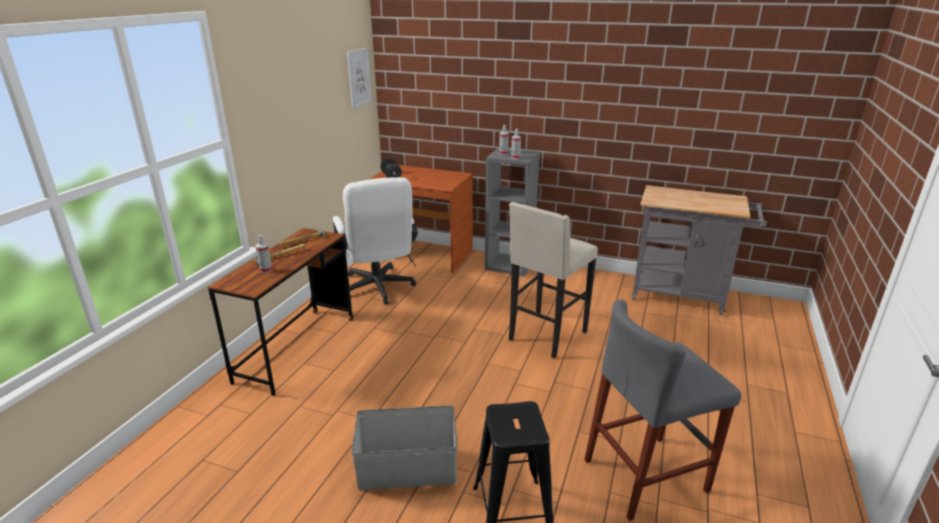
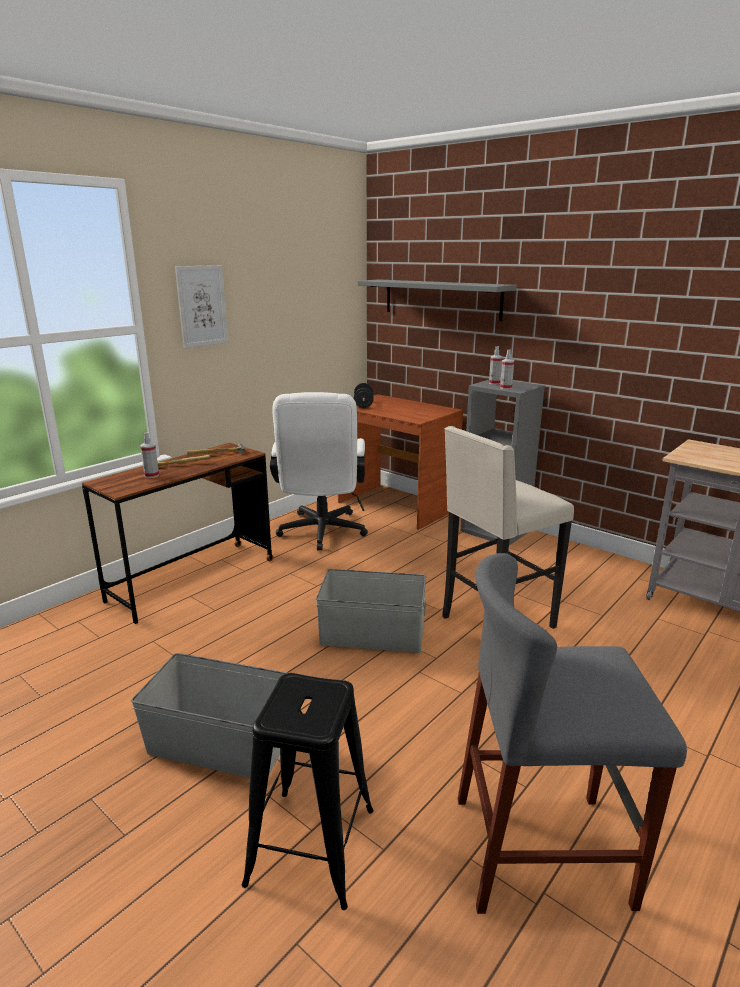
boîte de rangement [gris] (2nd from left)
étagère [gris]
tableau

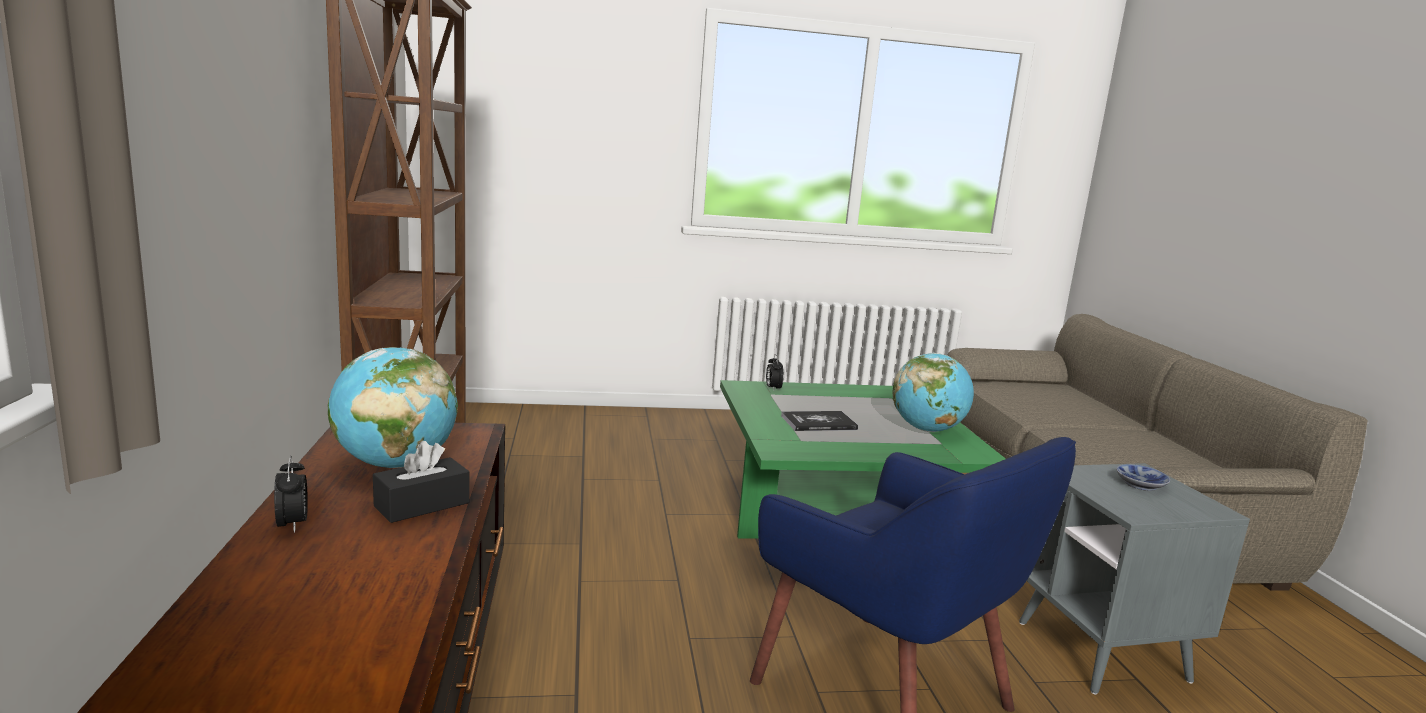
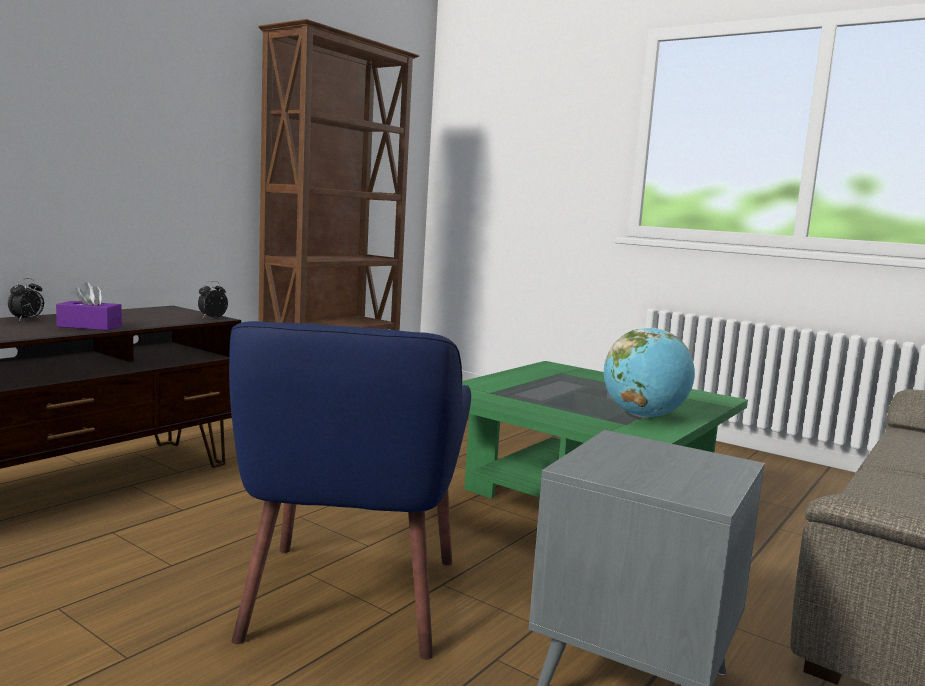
globe (1st from left in the first image)
livre
bol
réveil (2nd from left)
boîte à mouchoirs [violet]

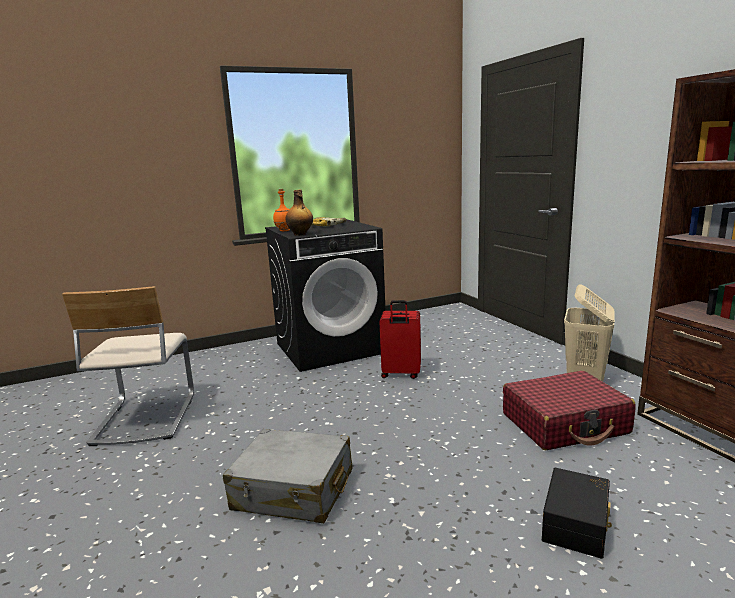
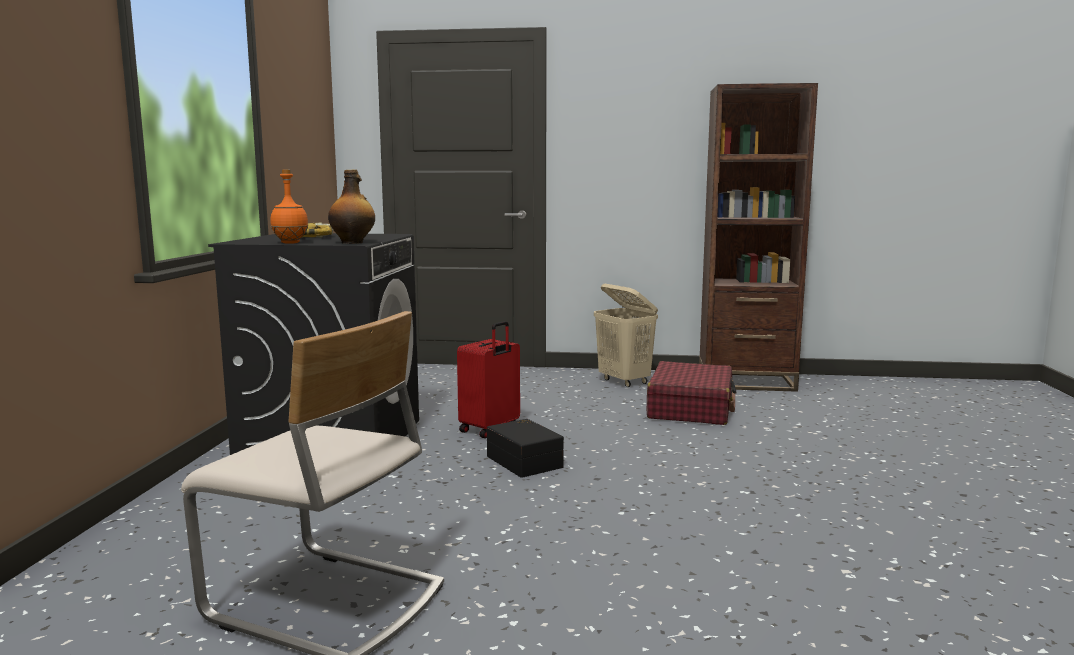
valise [gris]
boîte de rangement [noir]

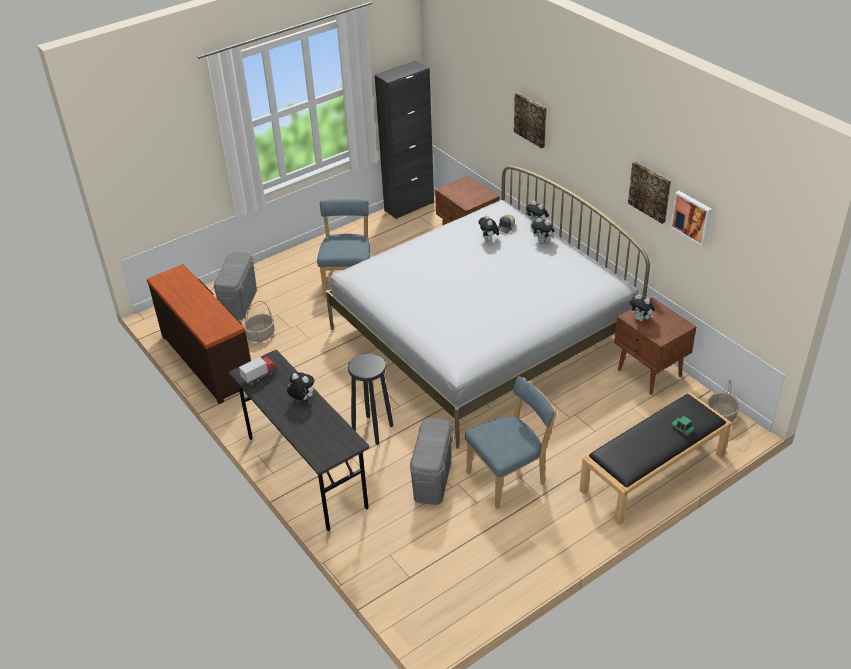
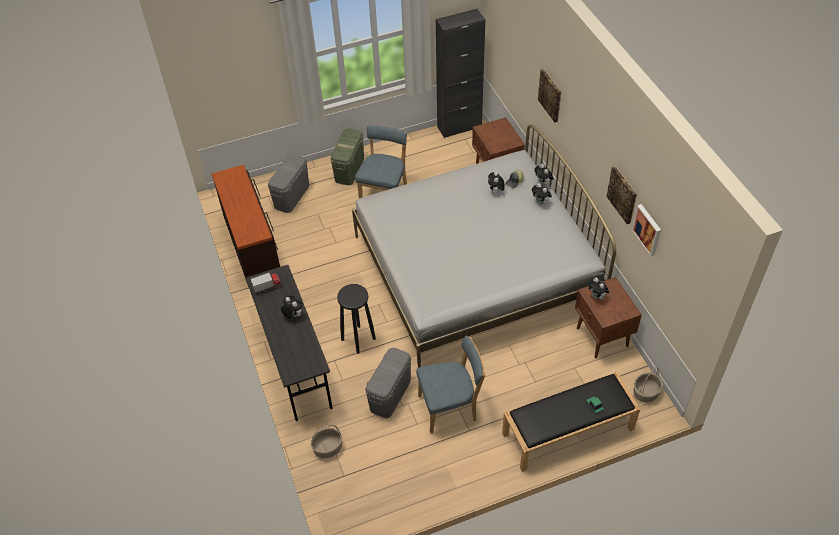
boîte de rangement [vert]
panier (1st from left)

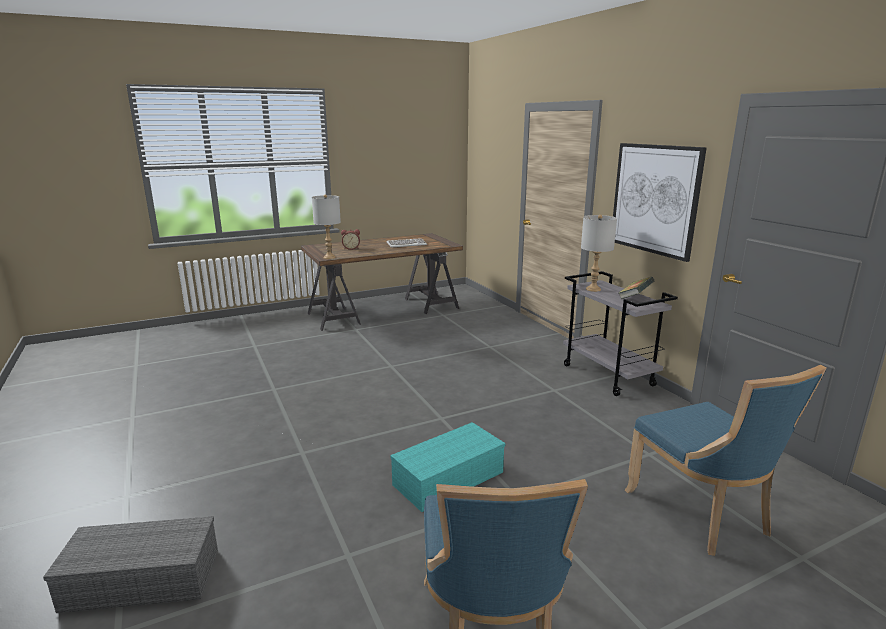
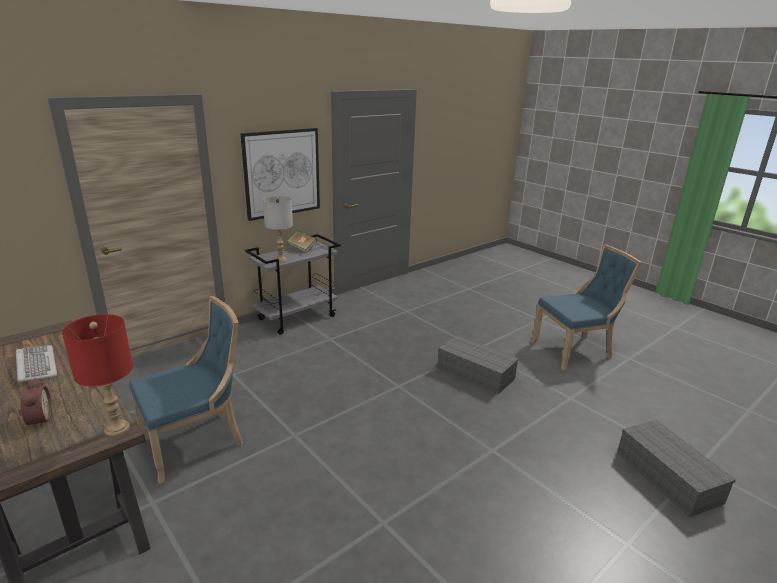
chaise [bleu] (1st from left)
lampe de table [rouge]
boîte de rangement [gris] (1st from left)

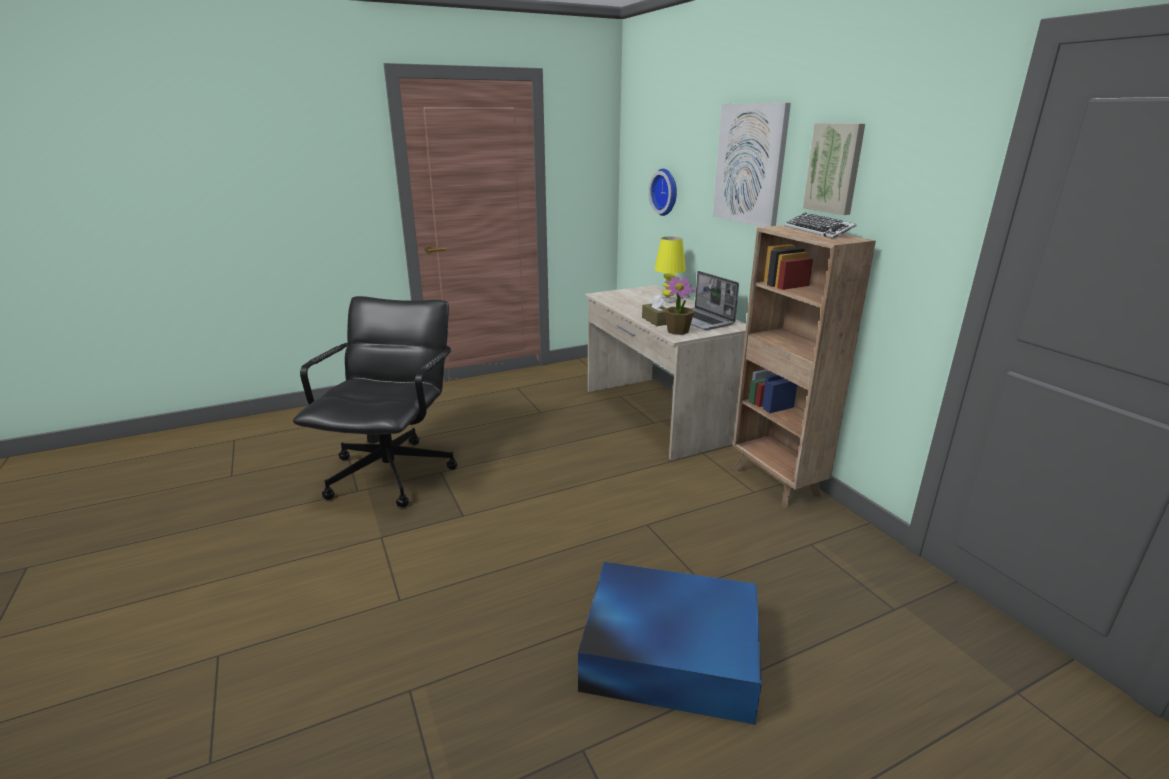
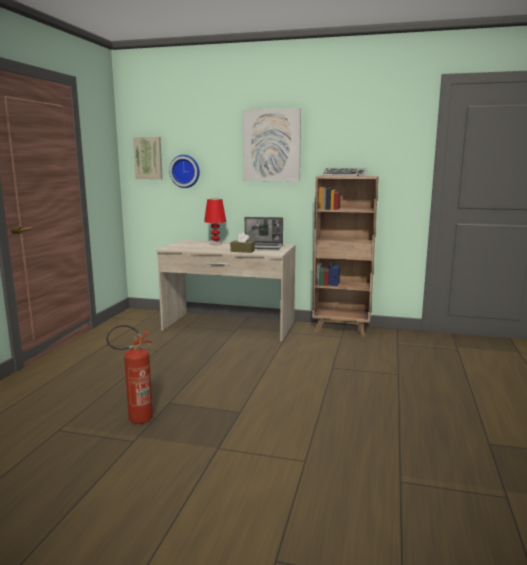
boîte de rangement [bleu]
plante en pot
tableau (1st from left)
extincteur
lampe de table [rouge]

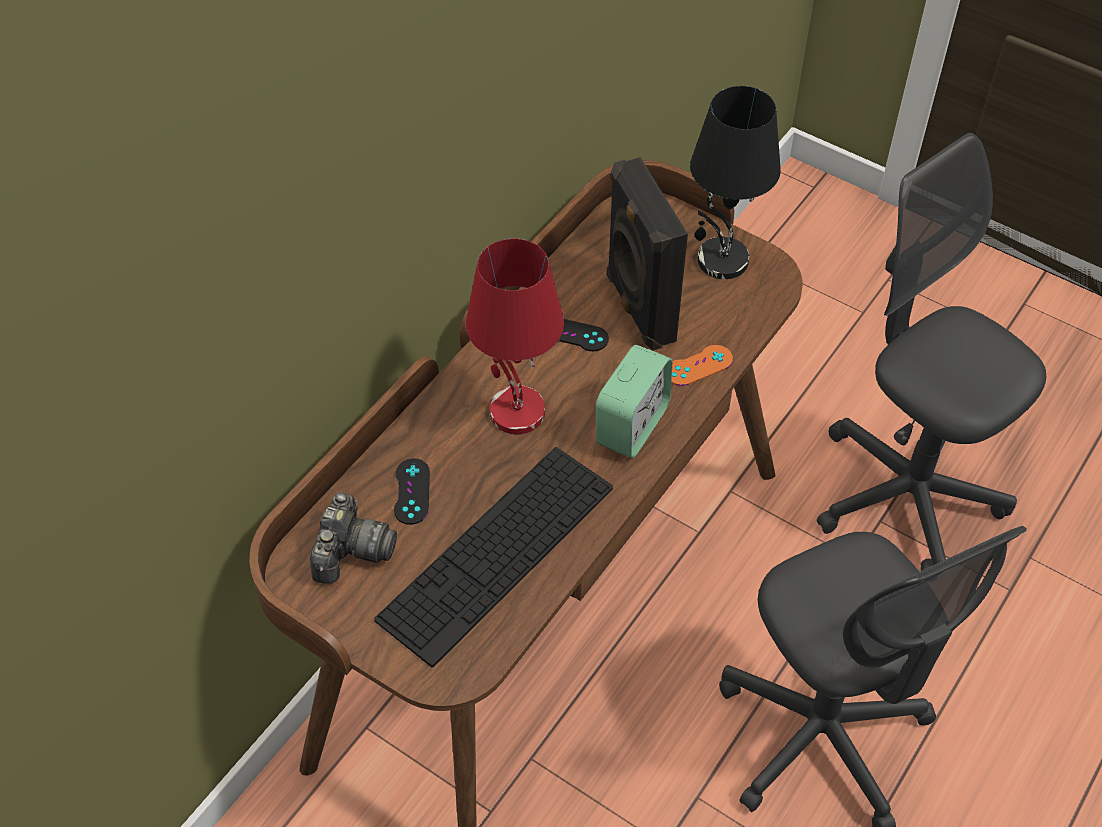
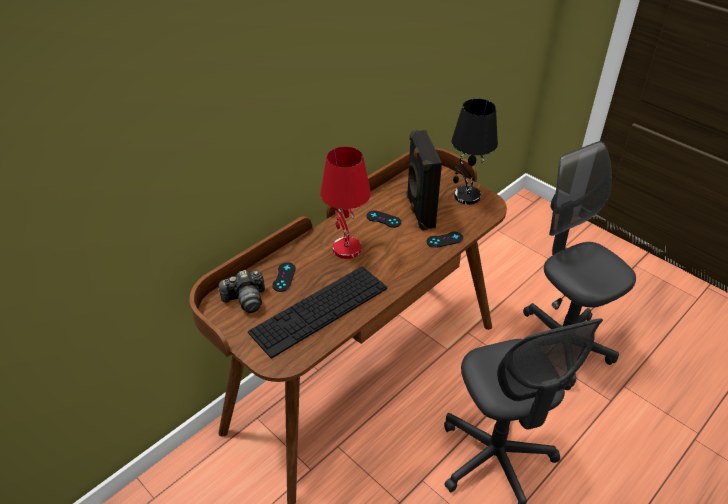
réveil
manette [noir] (3rd from left)
appareil photo

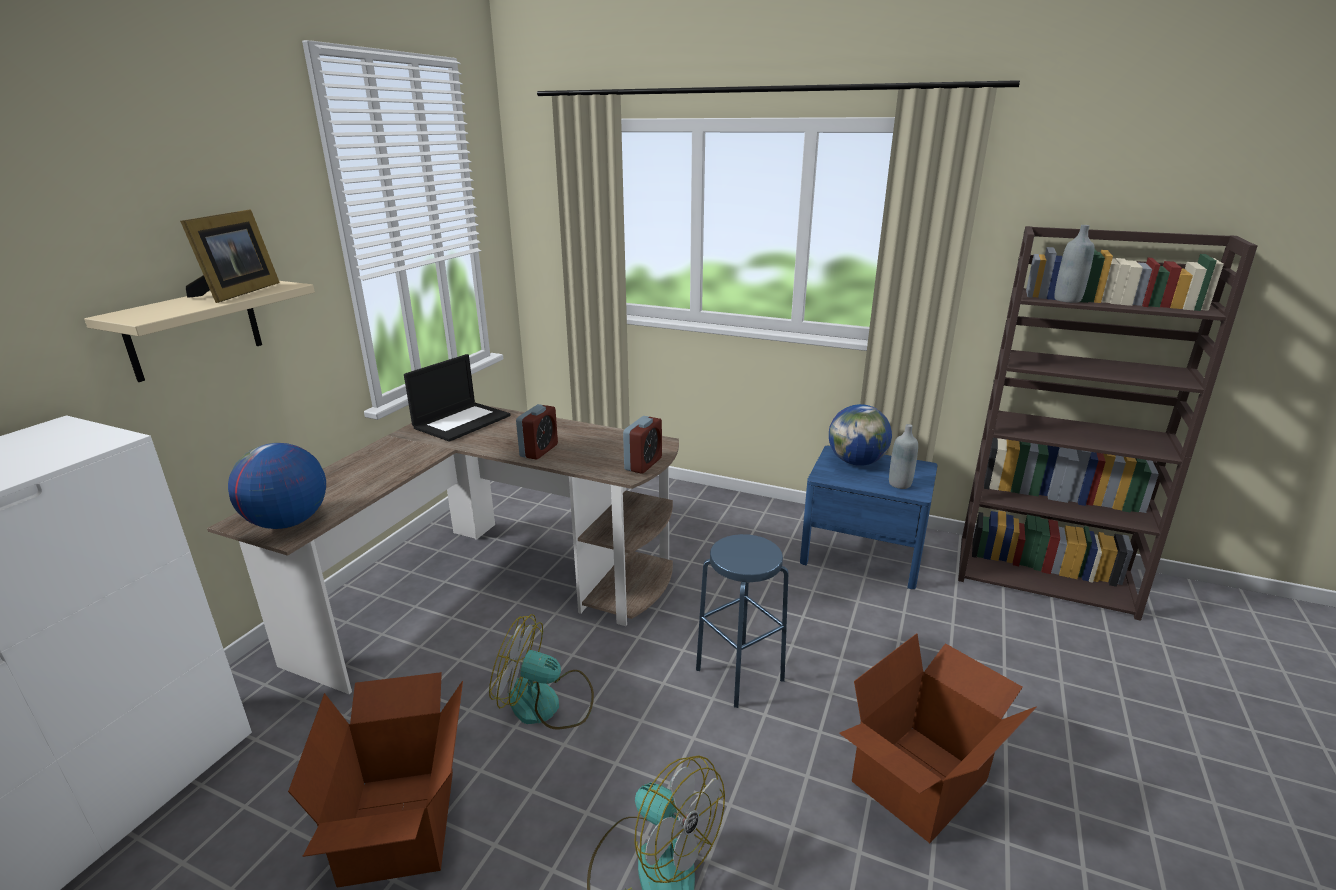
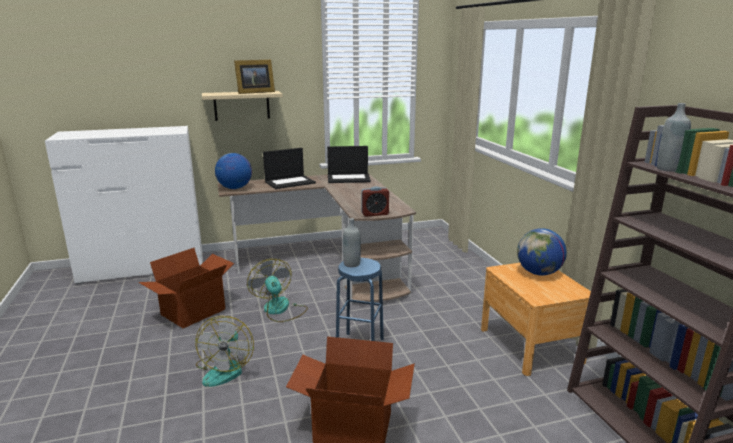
réveil (1st from left in the first image)
ordinateur portable (1st from left)
bouteille [gris] (1st from left)
table de chevet [marron]

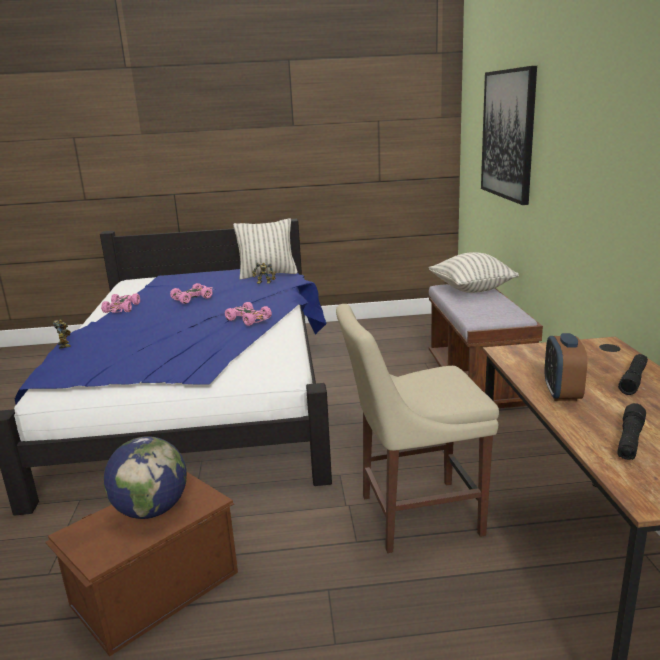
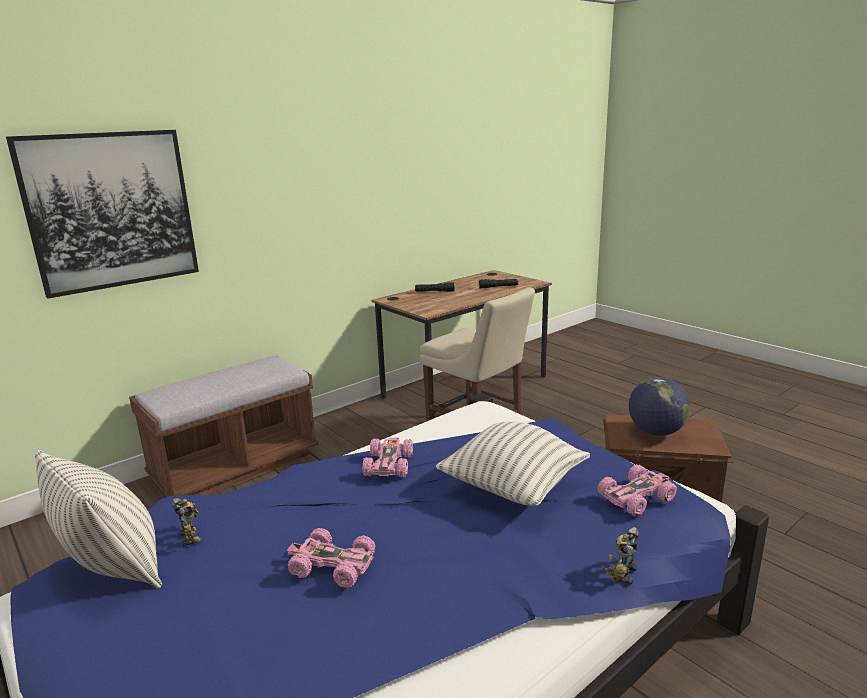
réveil
petite voiture [rose] (3rd from left)
coussin (2nd from left)

